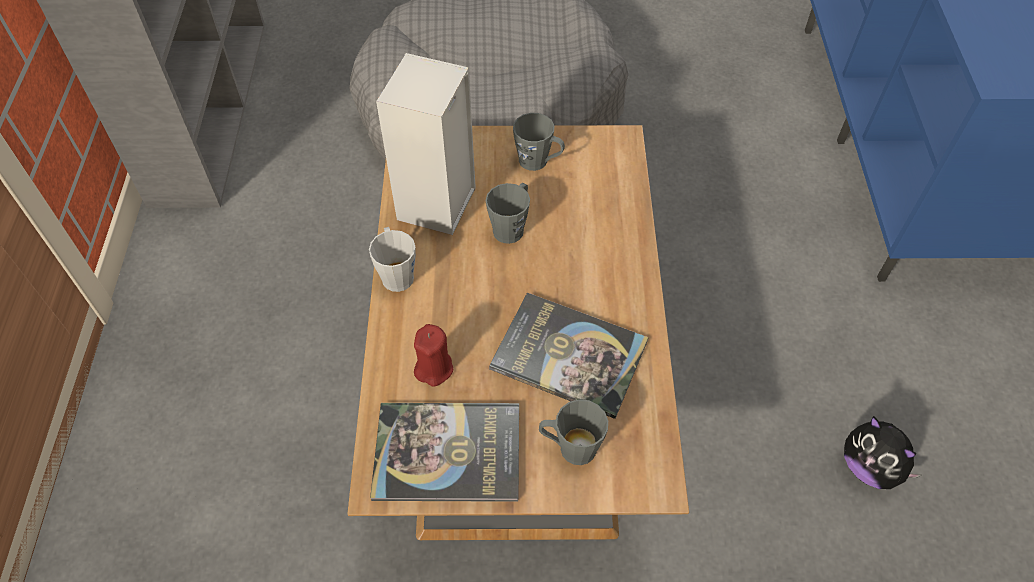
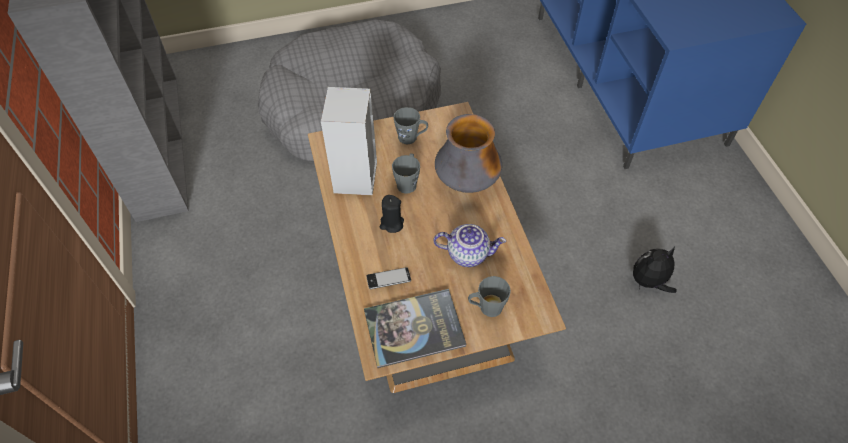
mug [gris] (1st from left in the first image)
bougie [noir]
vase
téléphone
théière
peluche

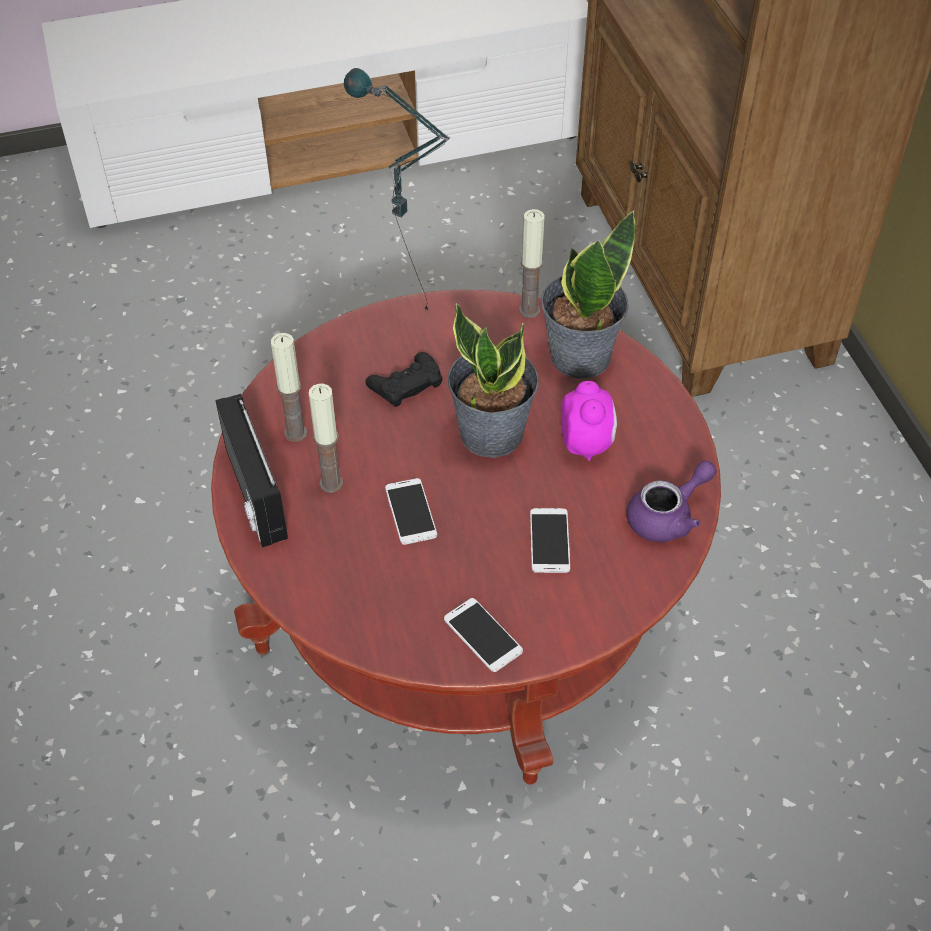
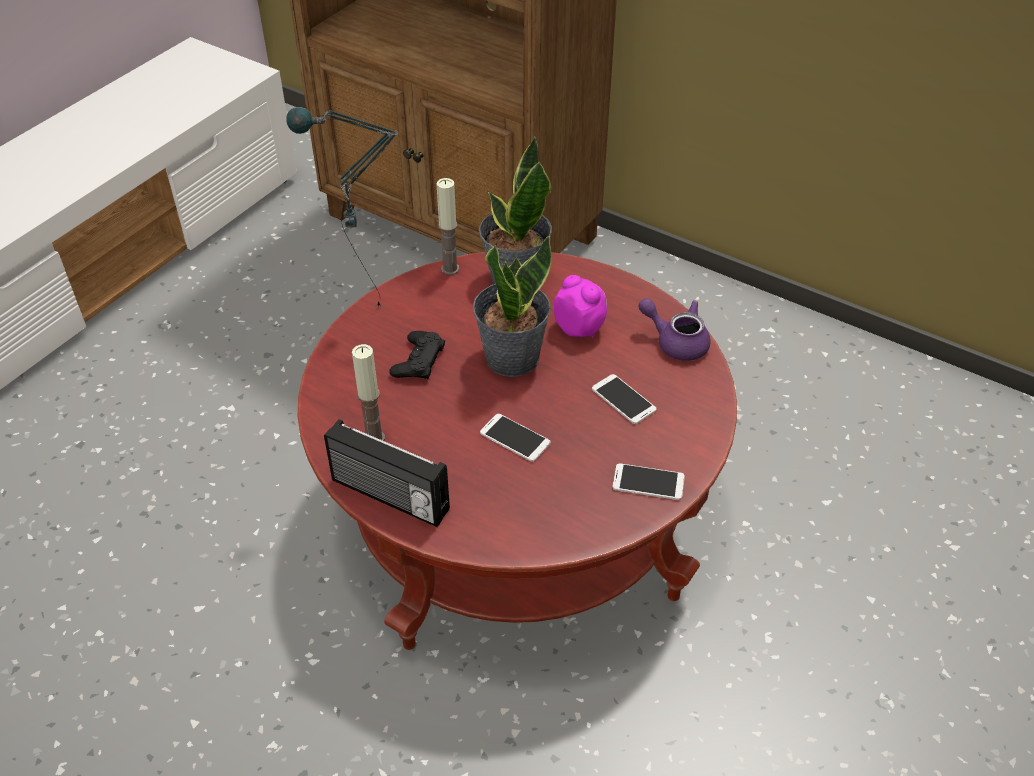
bougie (2nd from left in the first image)
théière [violet]

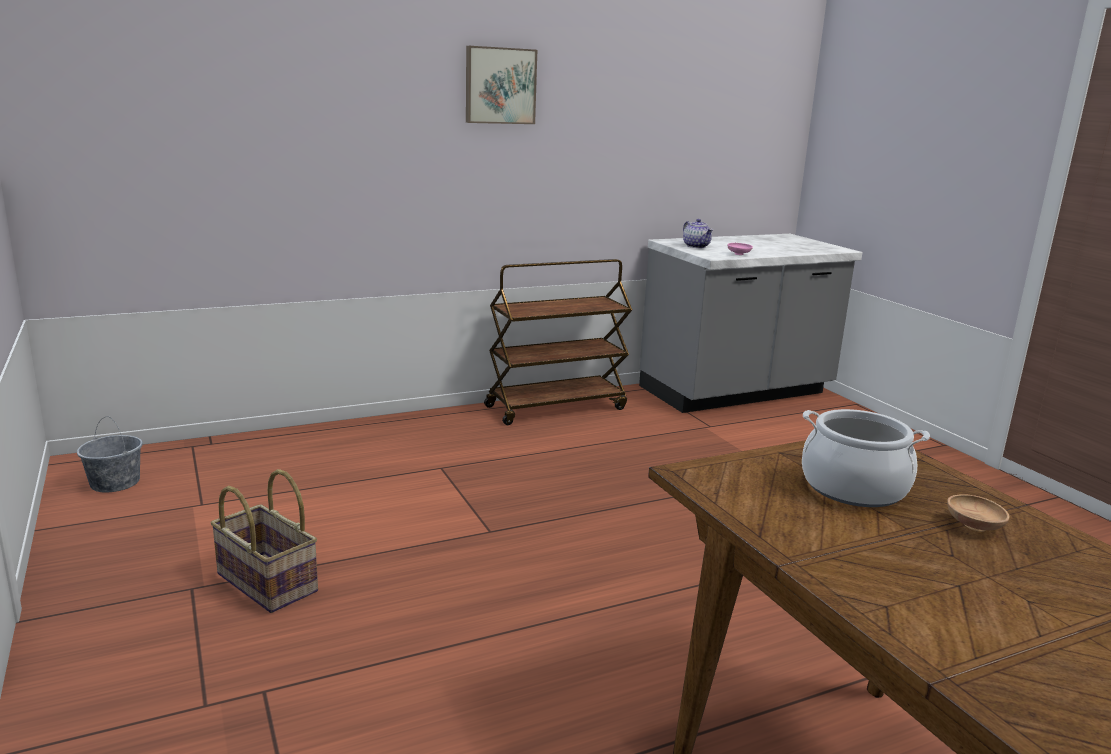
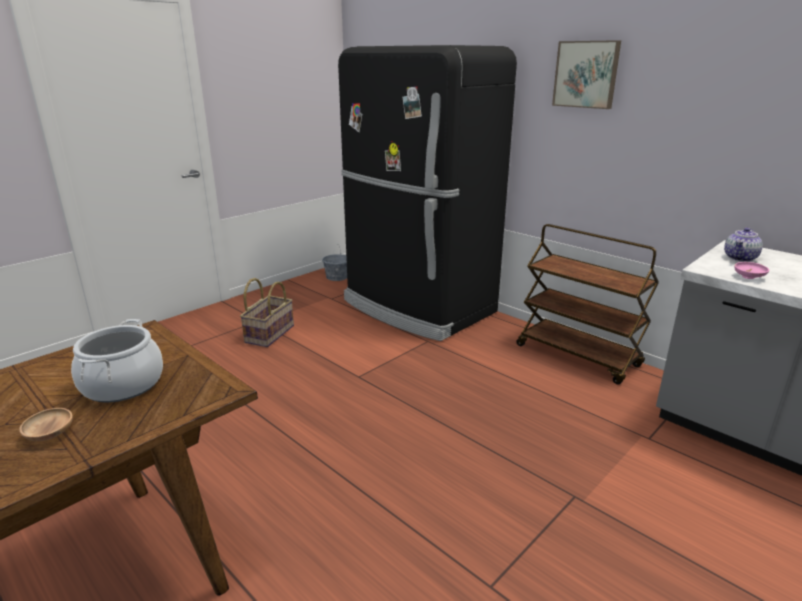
réfrigérateur [noir]

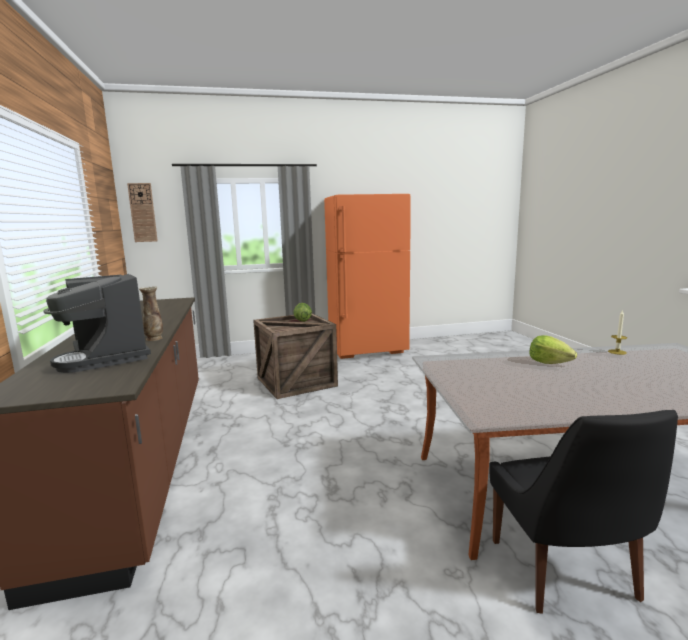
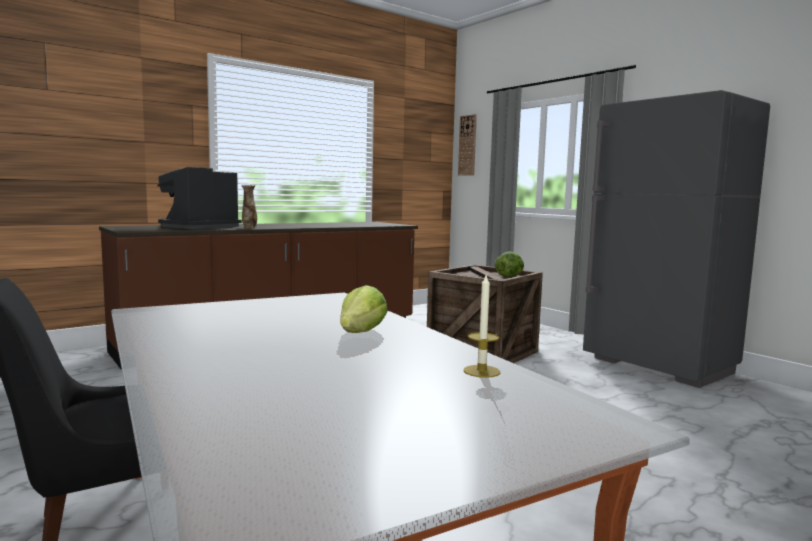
réfrigérateur [gris]

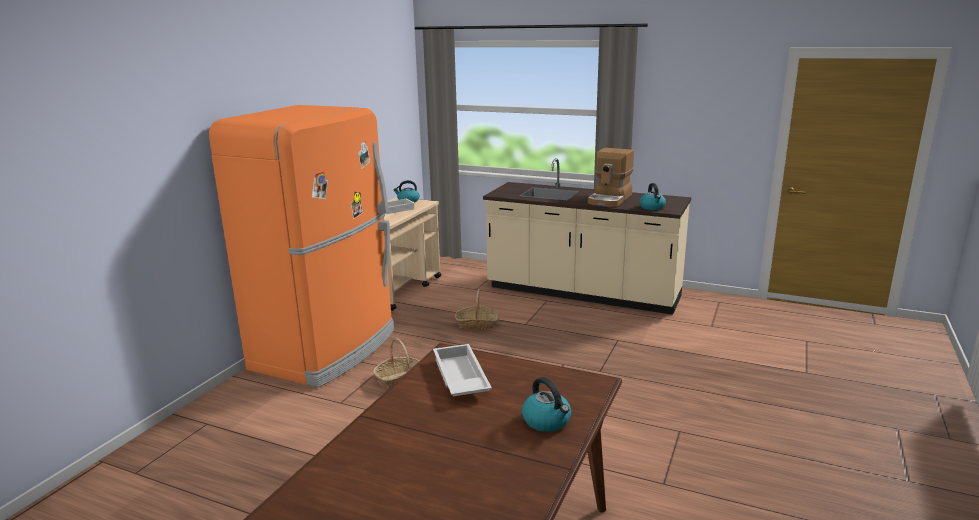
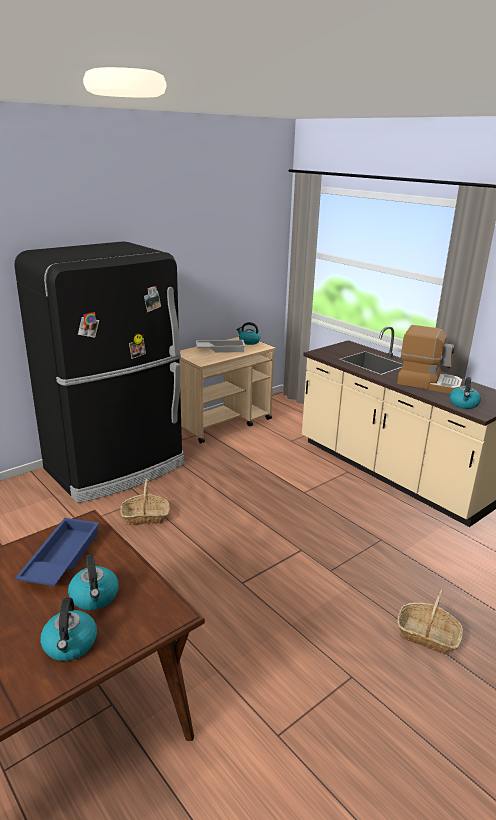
bouilloire (2nd from left)
panier (2nd from left)
réfrigérateur [noir]
plateau [bleu]
machine à café

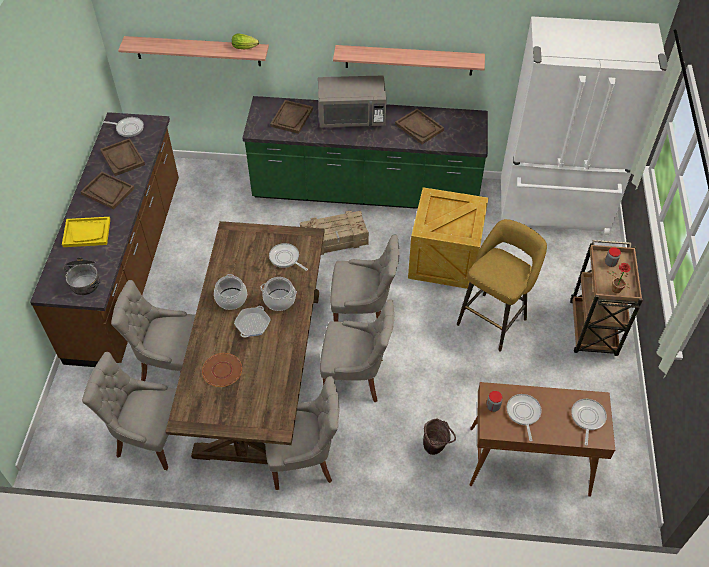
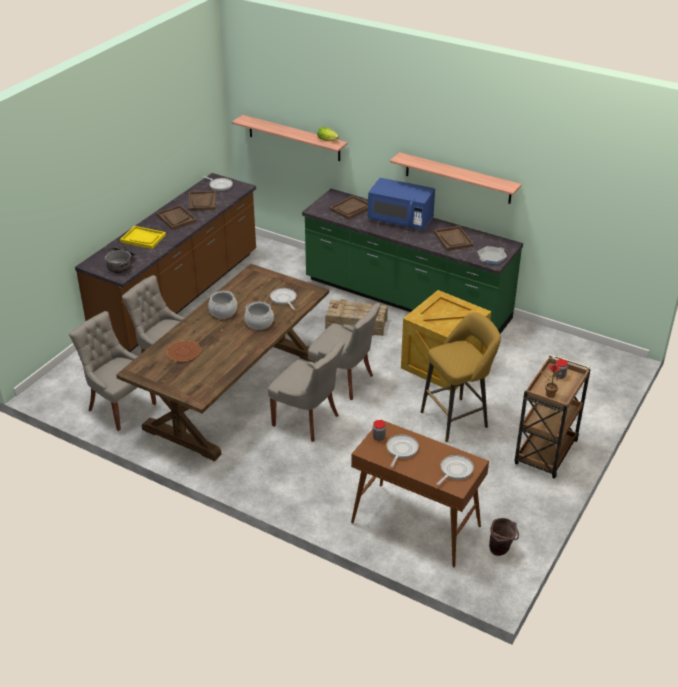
chaise [gris] (3rd from left in the first image)
réfrigérateur [blanc]
poêle (5th from left)
seau [marron]
micro-ondes [bleu]

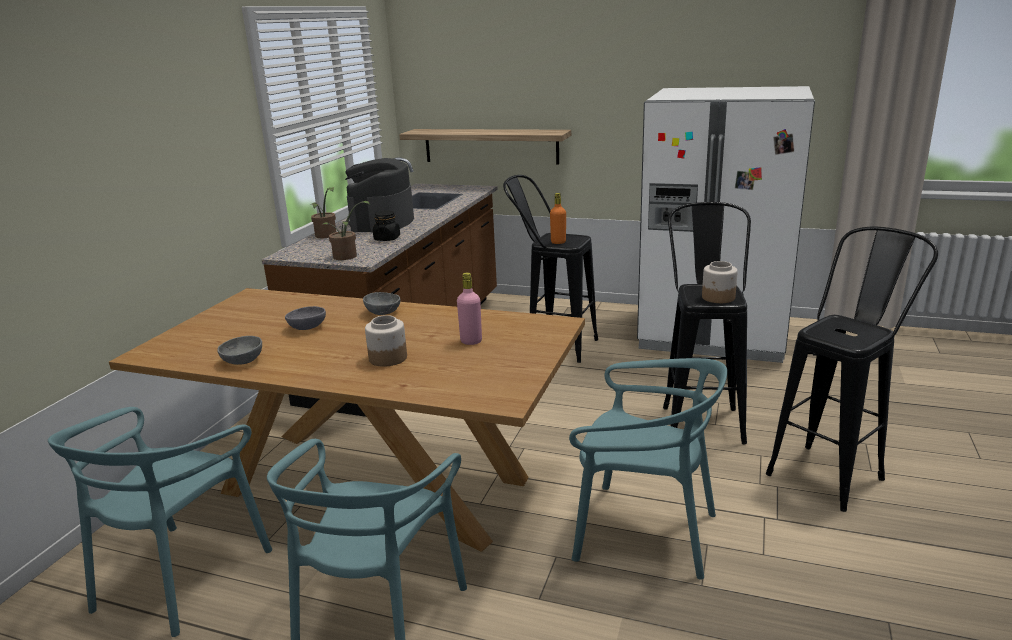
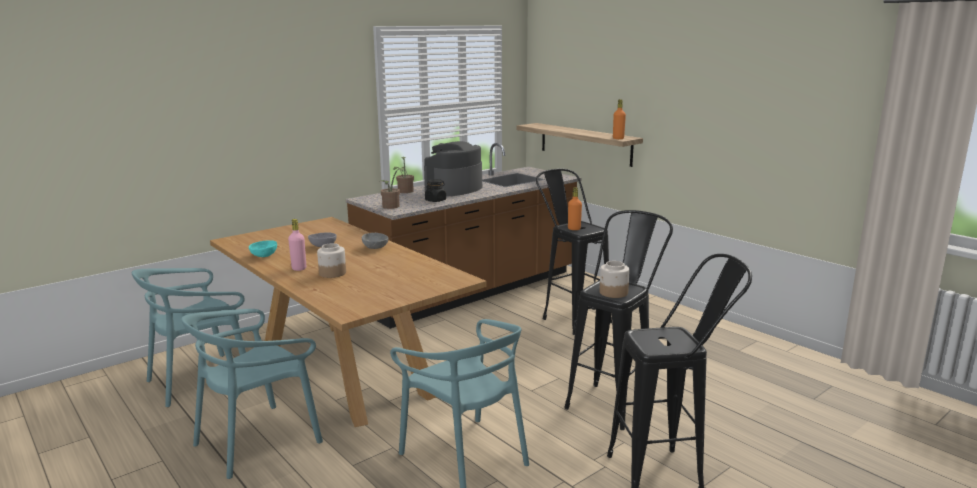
réfrigérateur [blanc]
bouteille [orange] (2nd from left)
bouteille [rose]
bol [turquoise]

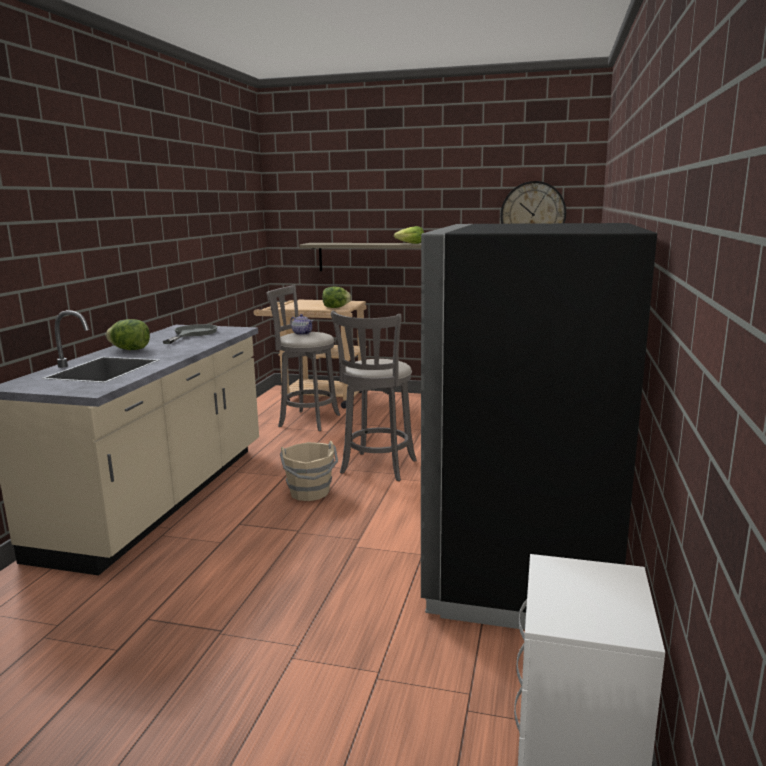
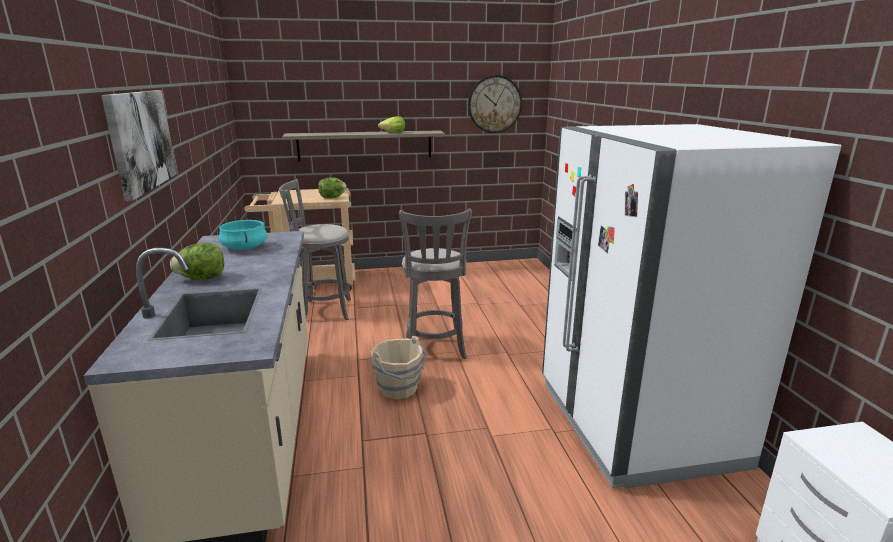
théière
tableau
marmite [turquoise]
réfrigérateur [blanc]

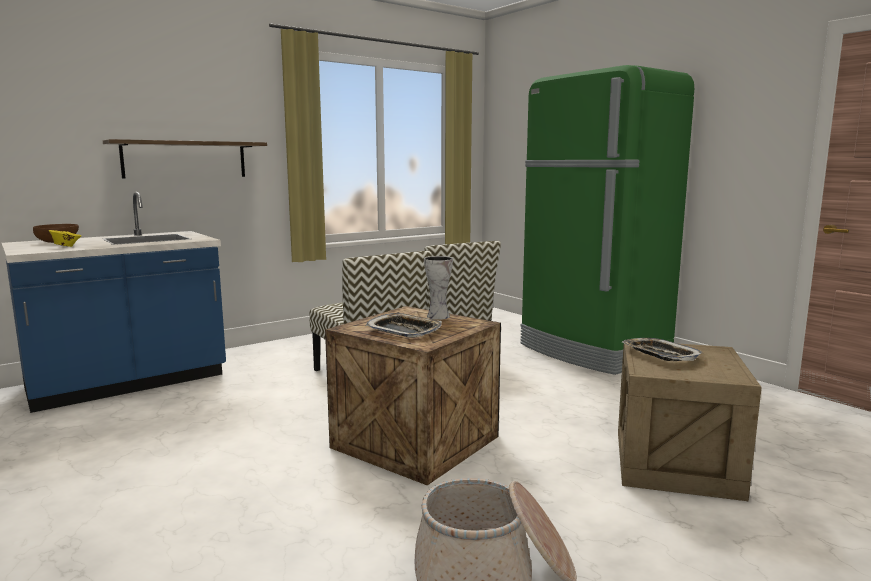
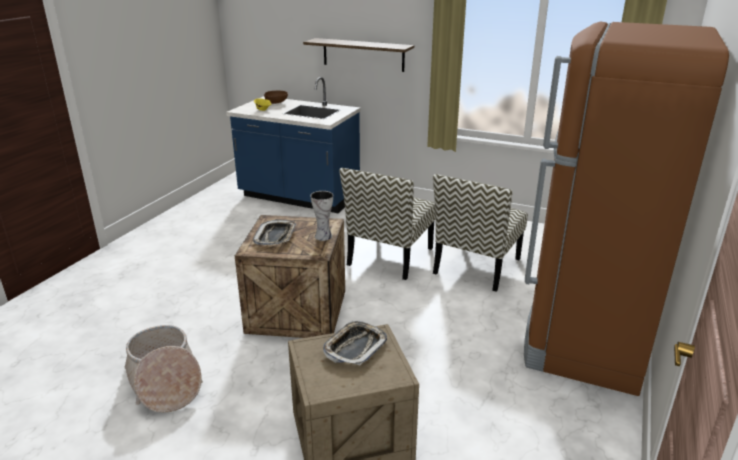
réfrigérateur [marron]

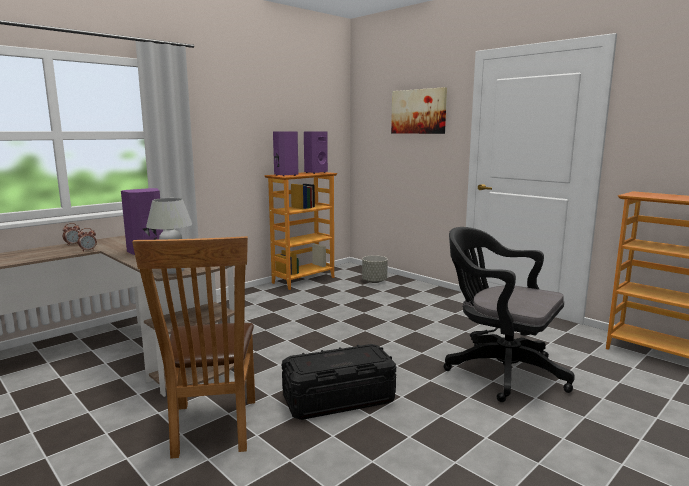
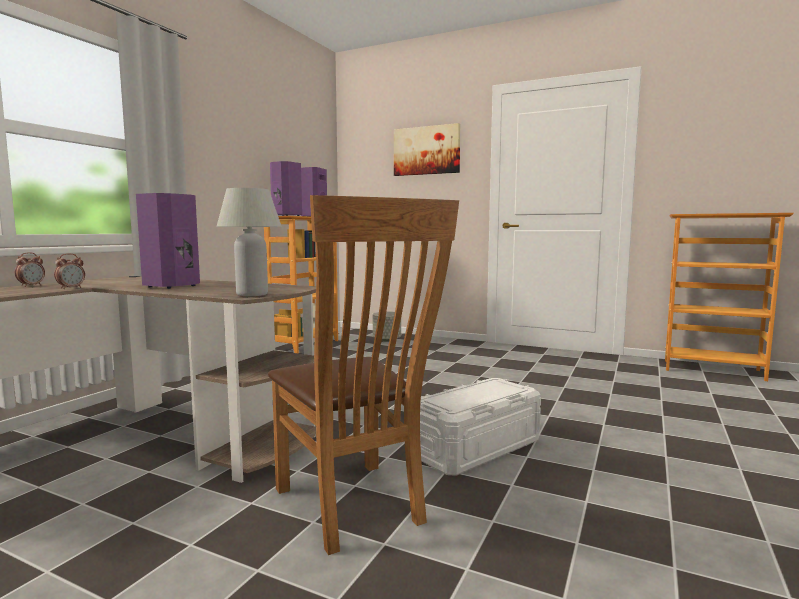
chaise de bureau [noir]
boîte de rangement [blanc]

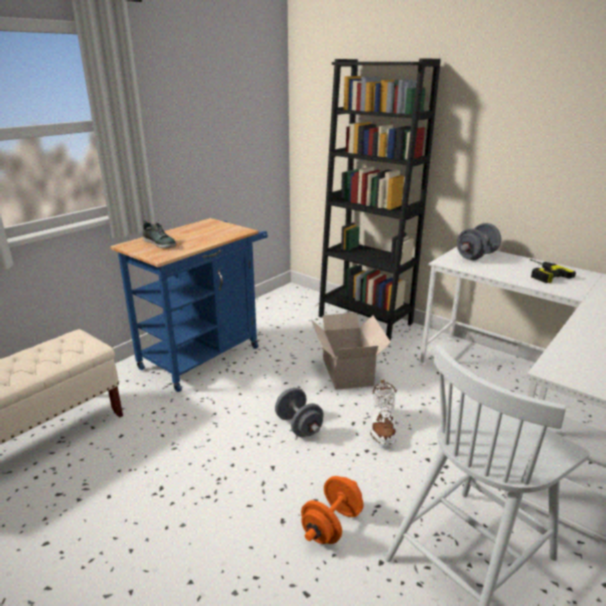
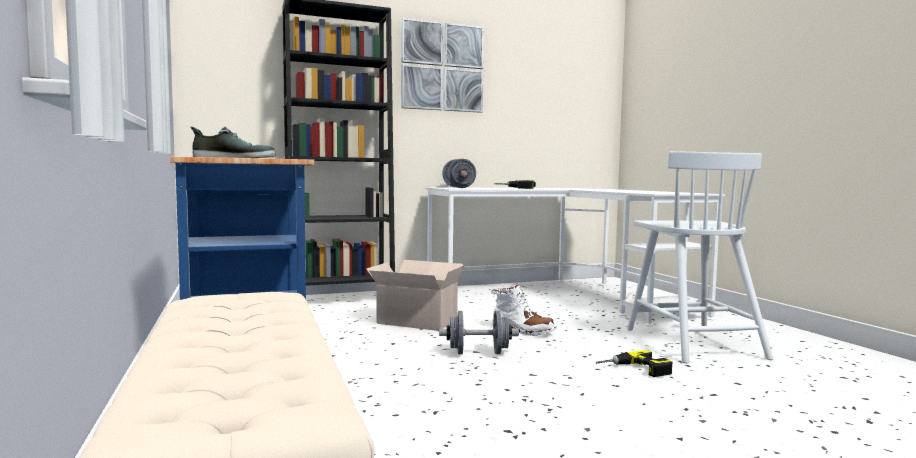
tableau
perceuse (2nd from left)

